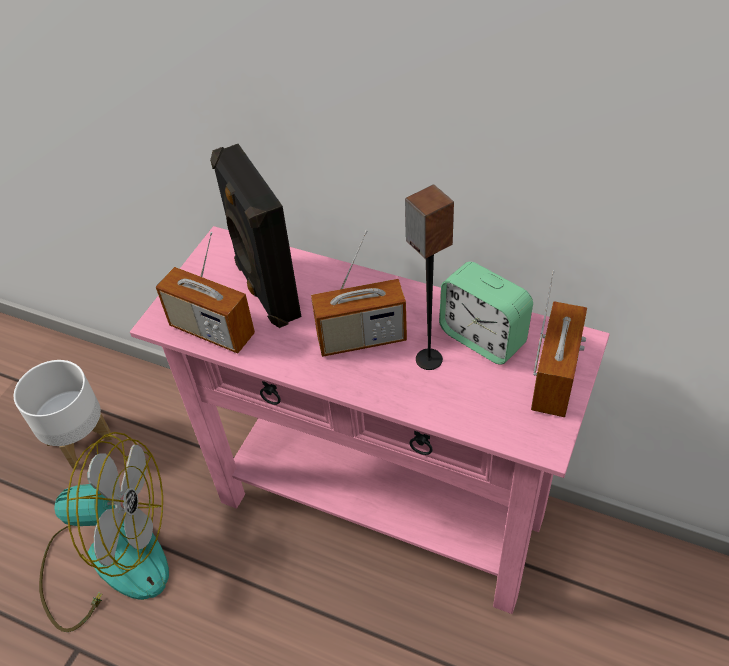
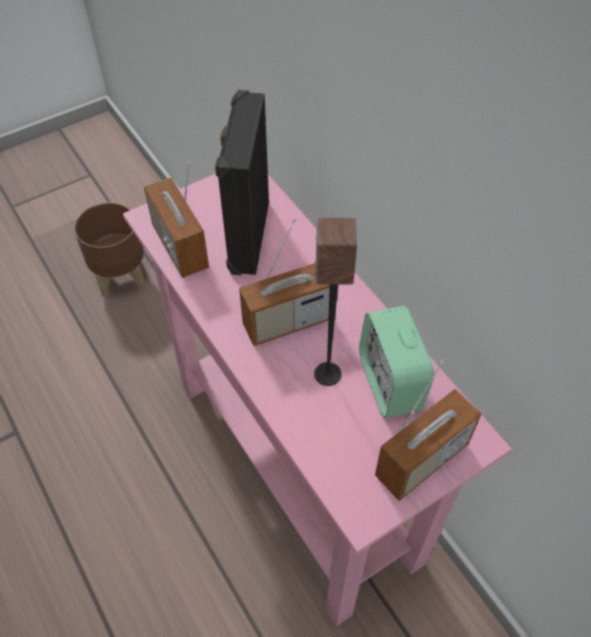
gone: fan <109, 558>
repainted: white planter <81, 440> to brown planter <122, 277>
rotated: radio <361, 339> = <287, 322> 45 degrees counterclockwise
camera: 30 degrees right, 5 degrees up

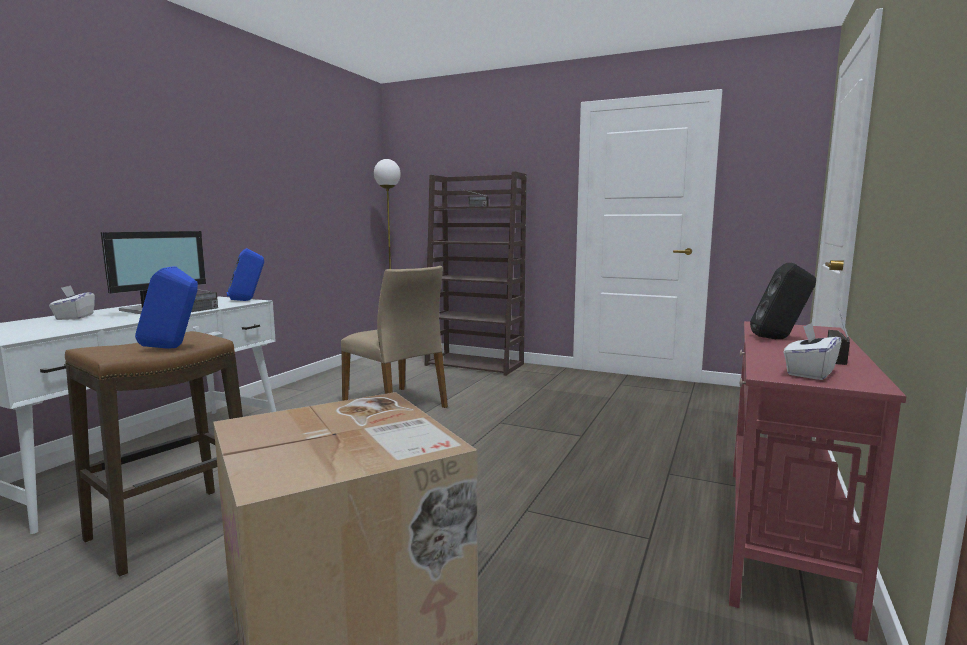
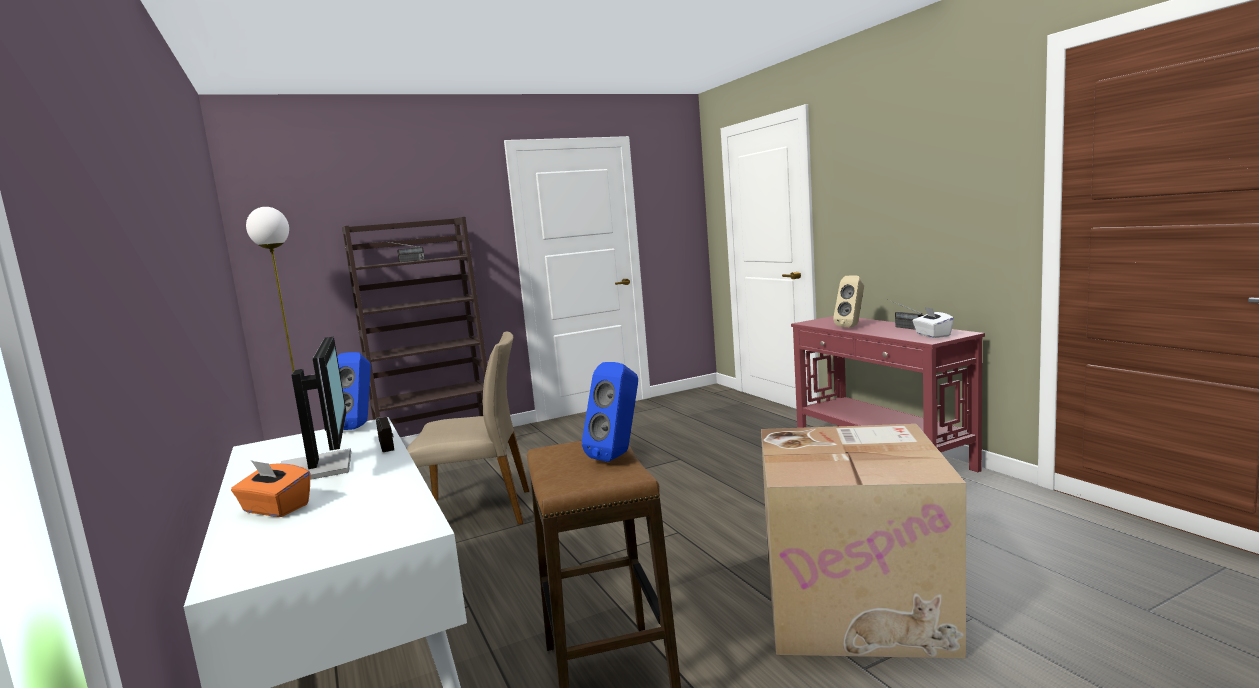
repainted: white tissue box <74, 317> to orange tissue box <275, 509>; black speaker <779, 339> to beige speaker <852, 326>
camera: 50 degrees left, 0 degrees up

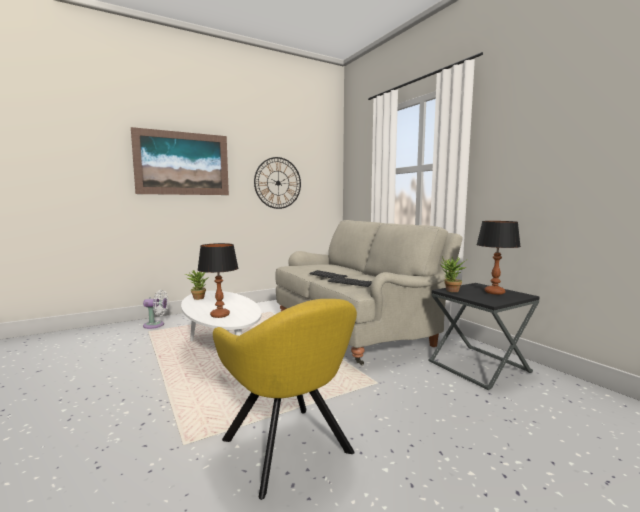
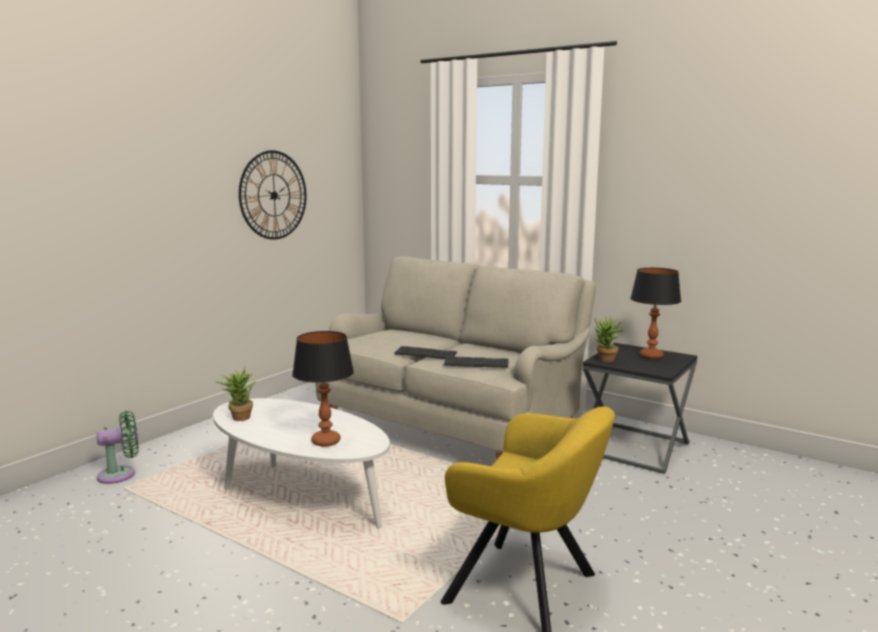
gone: picture <183, 163>
repainted: white fan <156, 325> to green fan <121, 474>
camera: 25 degrees left, 5 degrees up

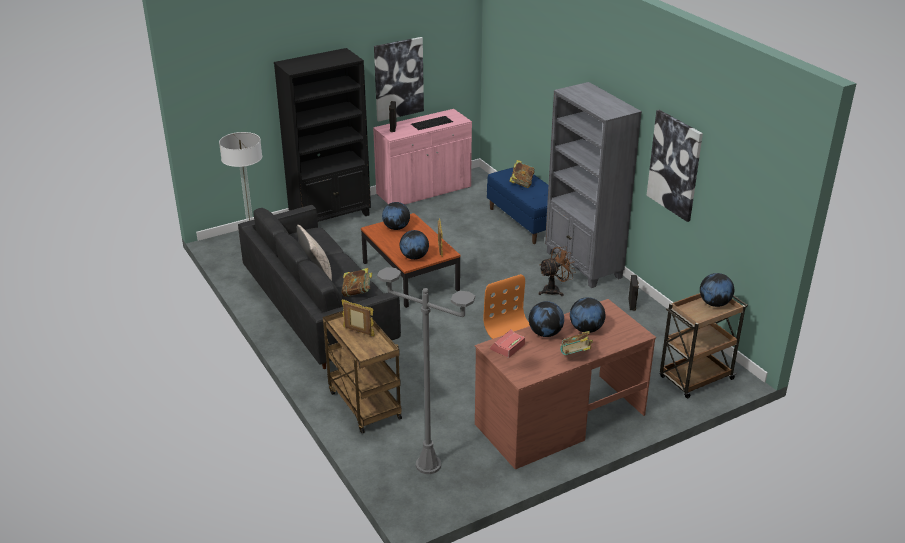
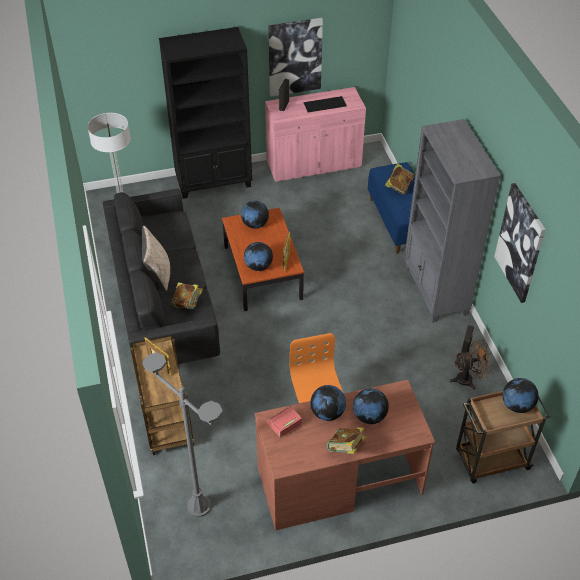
shifted: brown fan <555, 290> to <468, 379>
camera: 15 degrees right, 15 degrees up

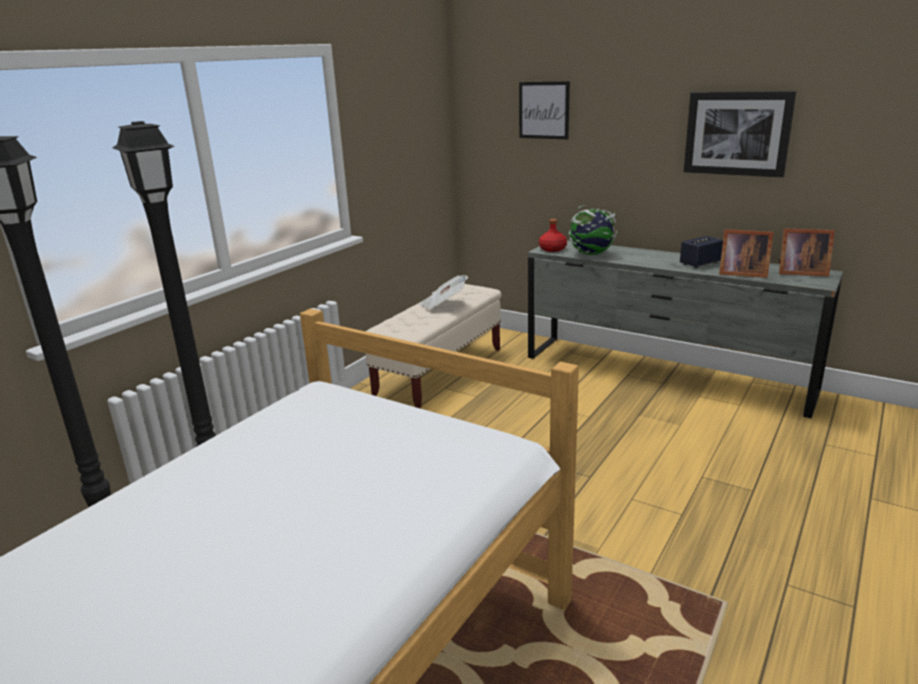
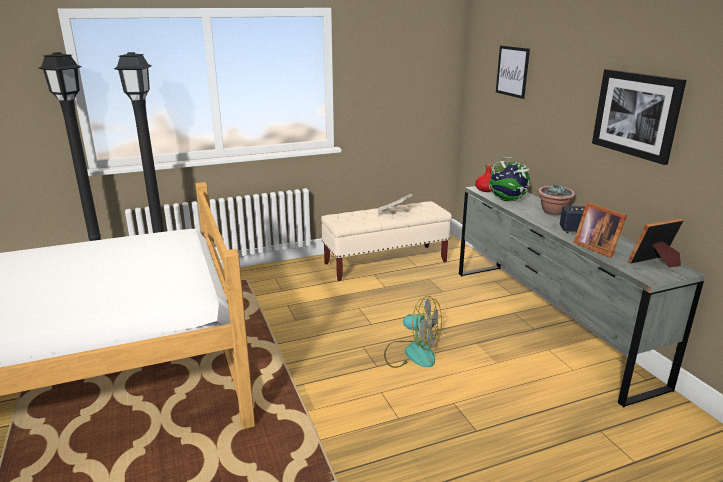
new: fan <412, 353>; potted plant <553, 212>
rotated: picture frame <800, 272> = <655, 263> 105 degrees clockwise
camera: 35 degrees right, 0 degrees up

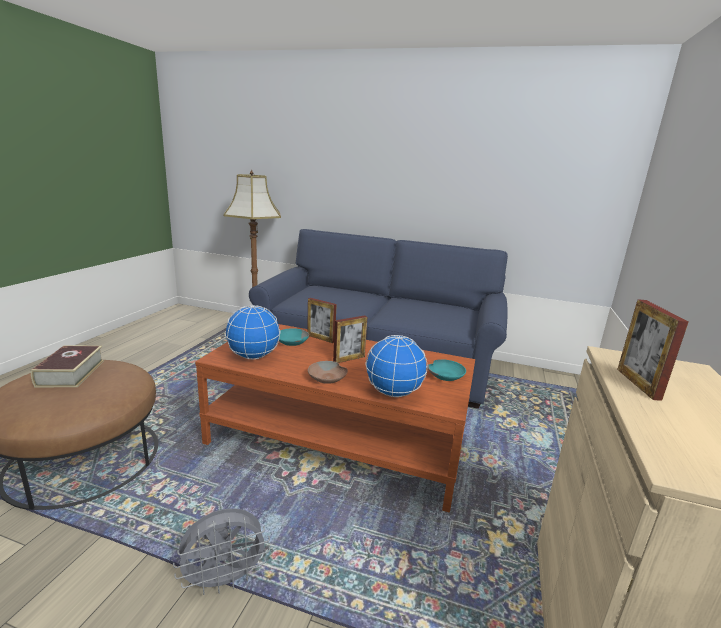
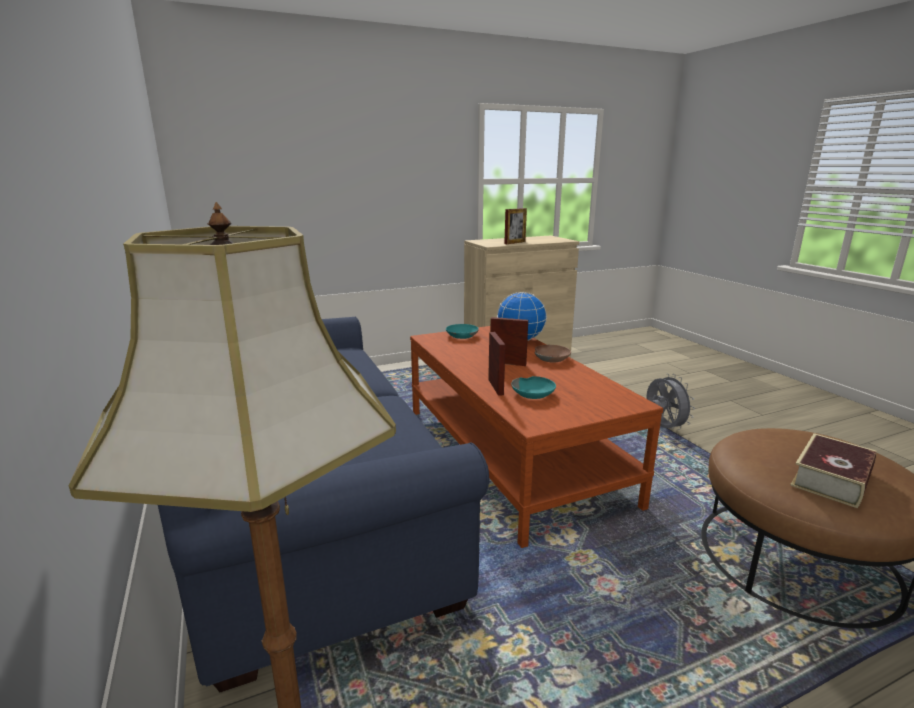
gone: globe <254, 356>
rotated: grey fan <225, 580> = <663, 427> 45 degrees clockwise
camera: 130 degrees left, 0 degrees up

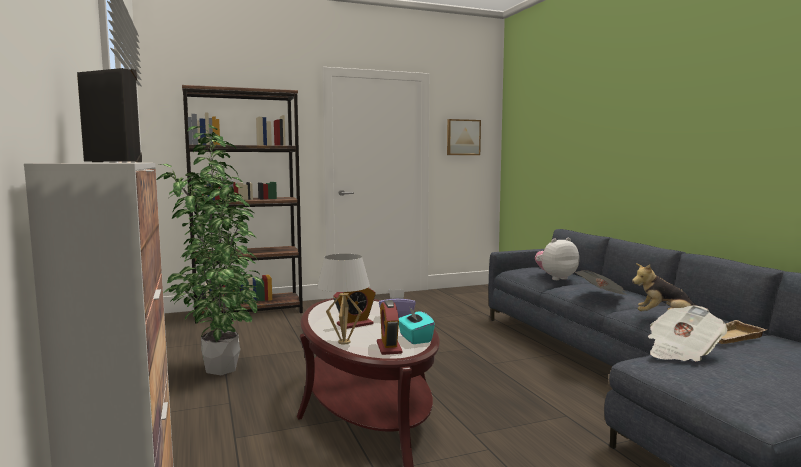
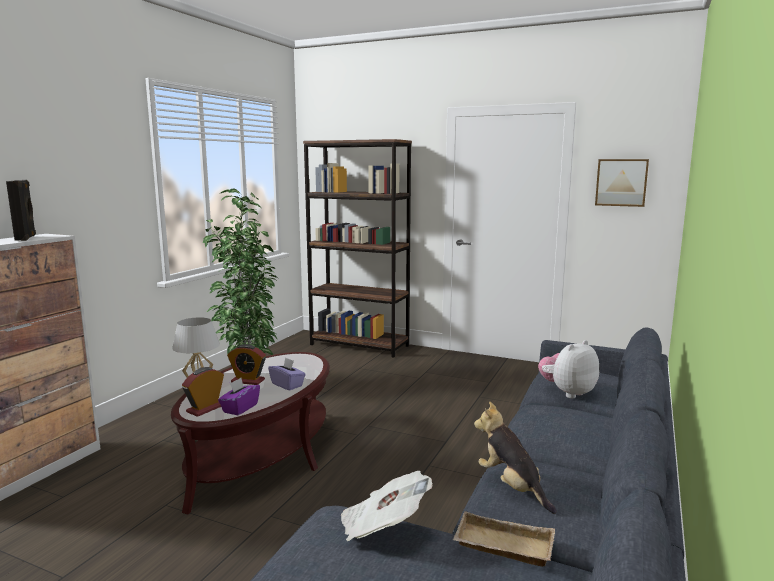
gone: newspaper <602, 296>
repainted: turquoise tissue box <415, 338> to purple tissue box <240, 408>
rotated: plush toy <555, 278> = <567, 392> 60 degrees counterclockwise
camera: 45 degrees right, 5 degrees up

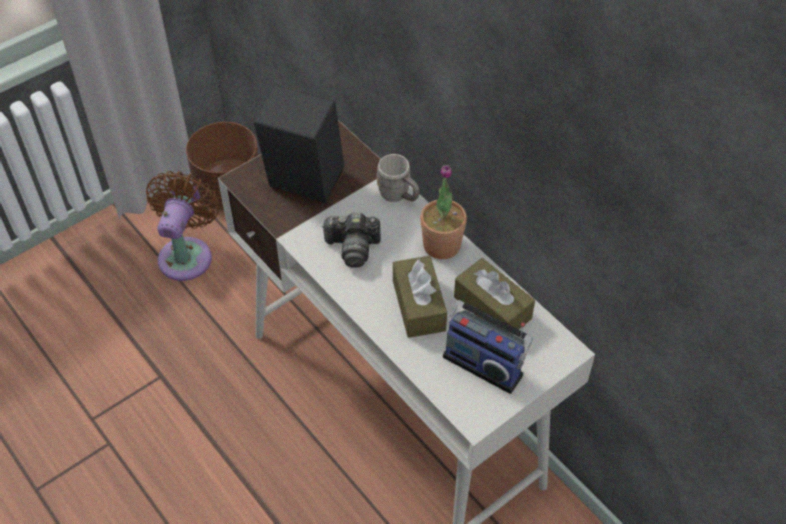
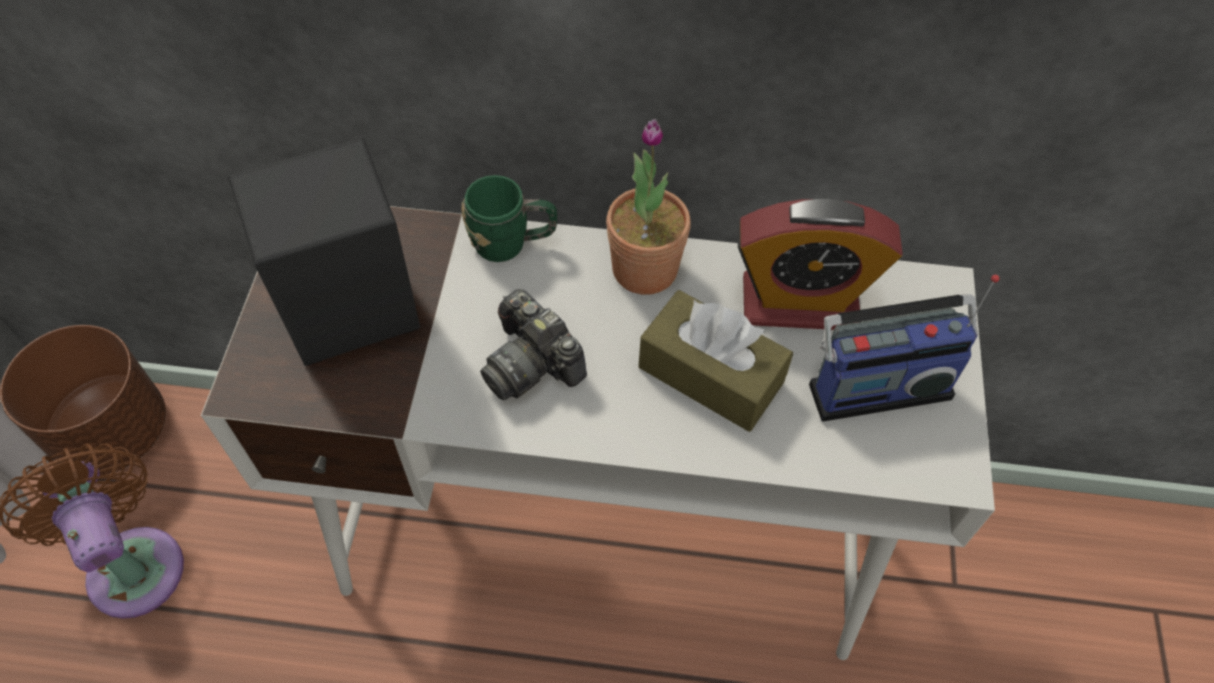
swapped: brown tissue box <492, 307> to alarm clock <800, 303>
repainted: grey mug <398, 196> to green mug <512, 243>
rotated: photo camera <353, 247> = <531, 363> 90 degrees clockwise
camera: 45 degrees left, 5 degrees up

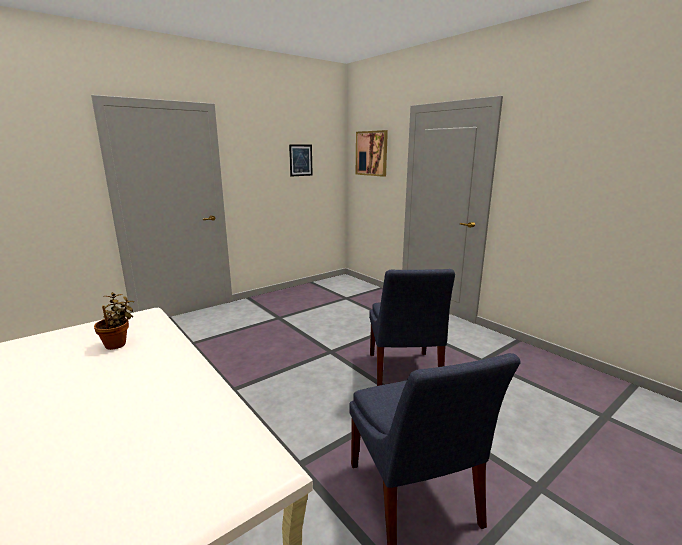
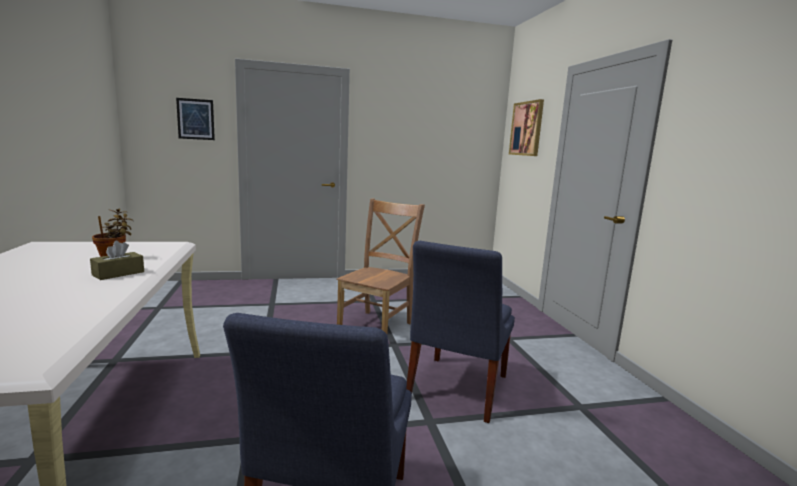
new: brown tissue box <118, 273>; brown chair <377, 325>
shifted: picture <300, 160> to <195, 119>
camera: 25 degrees right, 5 degrees down

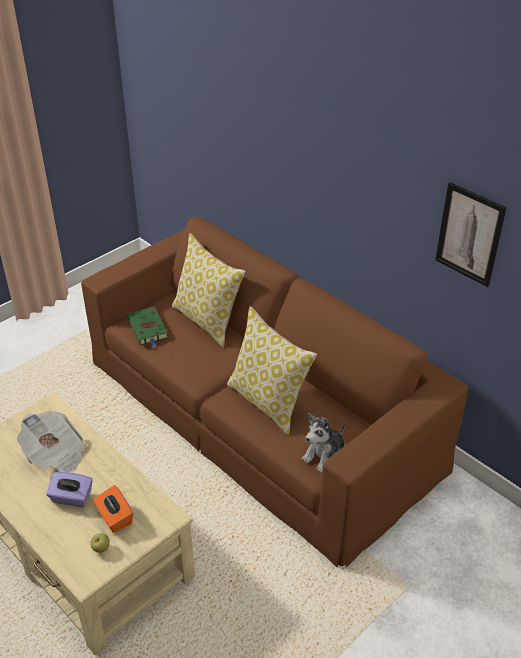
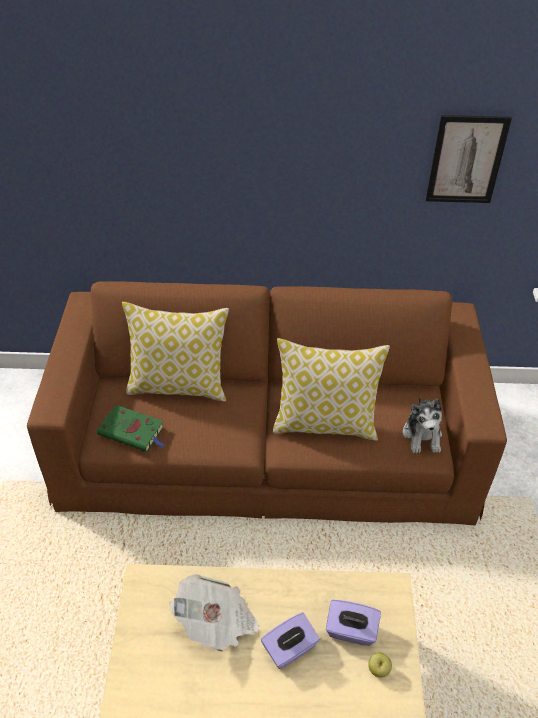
repainted: orange tissue box <115, 517> to purple tissue box <351, 631>
camera: 45 degrees left, 5 degrees up

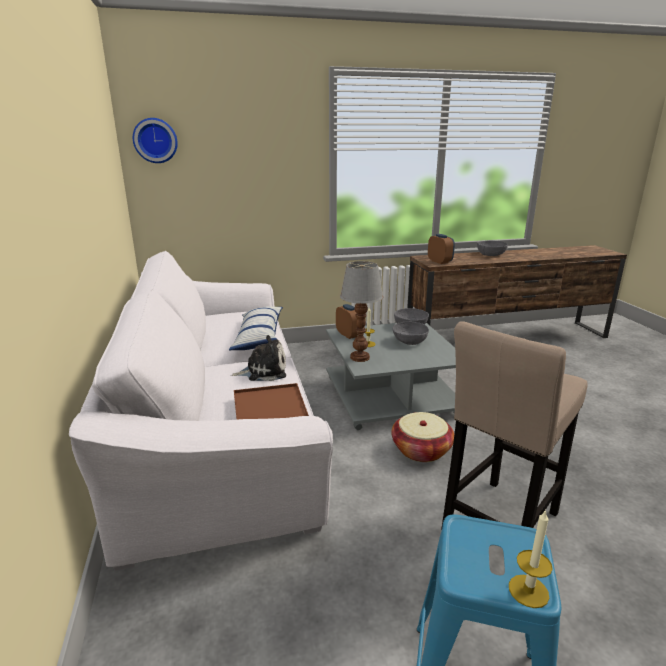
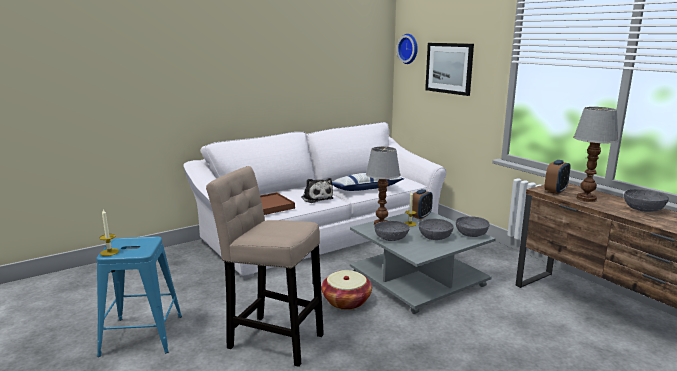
new: grey bowl <391, 238>; picture <449, 68>; table lamp <585, 198>
camera: 70 degrees right, 5 degrees down

